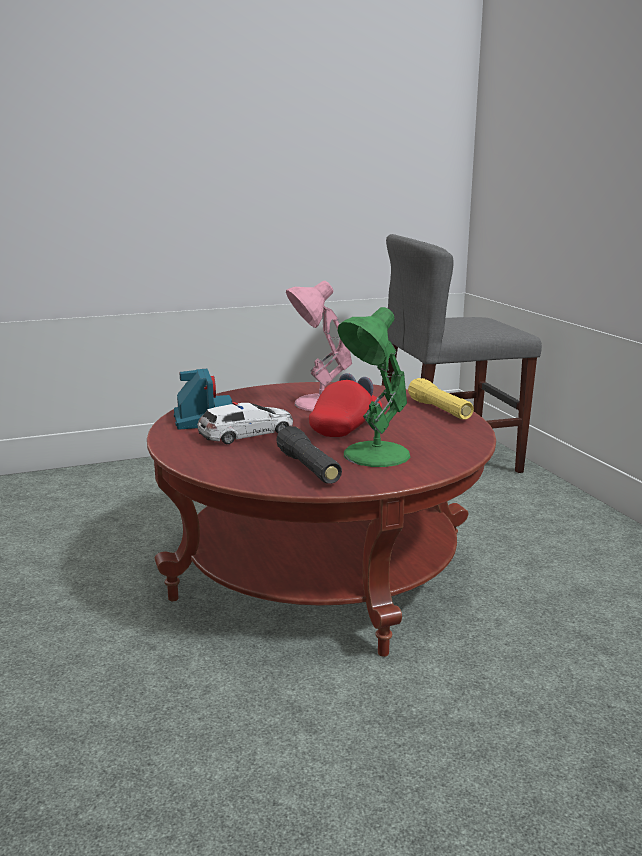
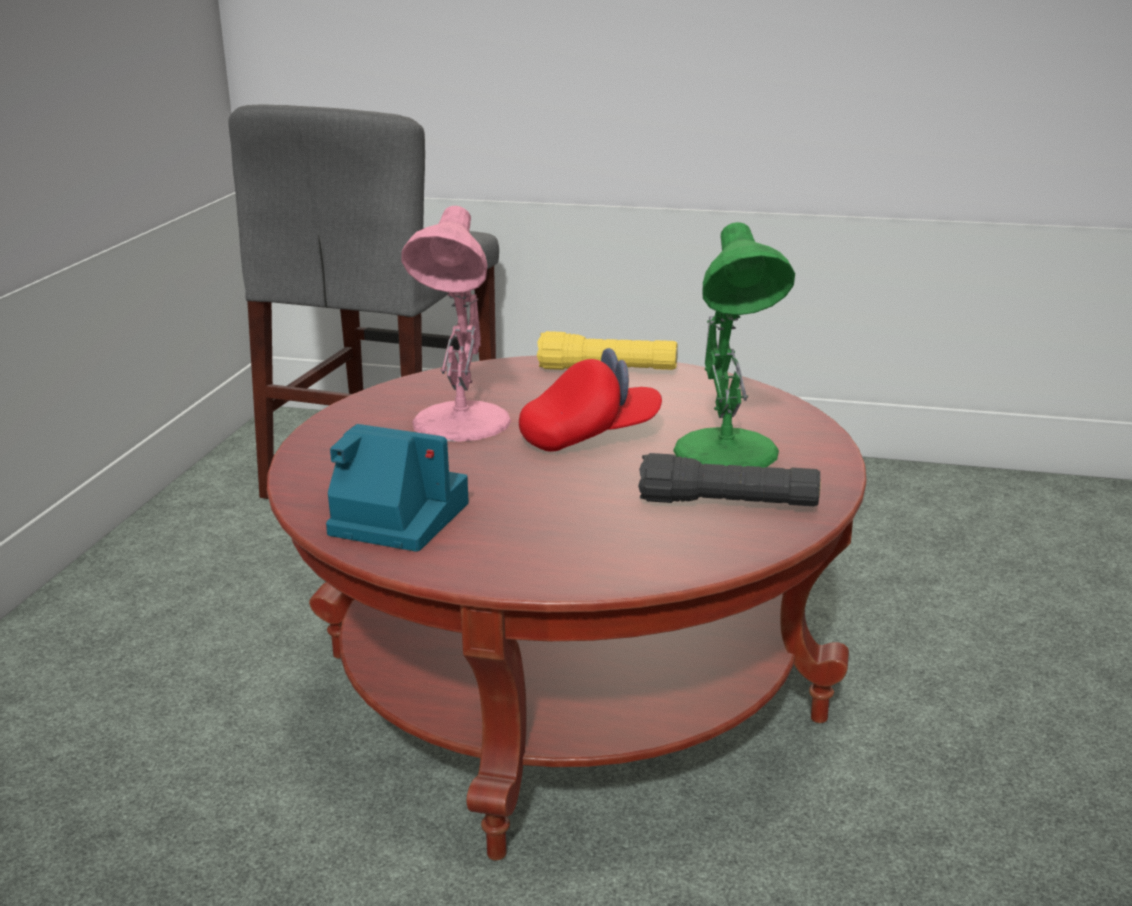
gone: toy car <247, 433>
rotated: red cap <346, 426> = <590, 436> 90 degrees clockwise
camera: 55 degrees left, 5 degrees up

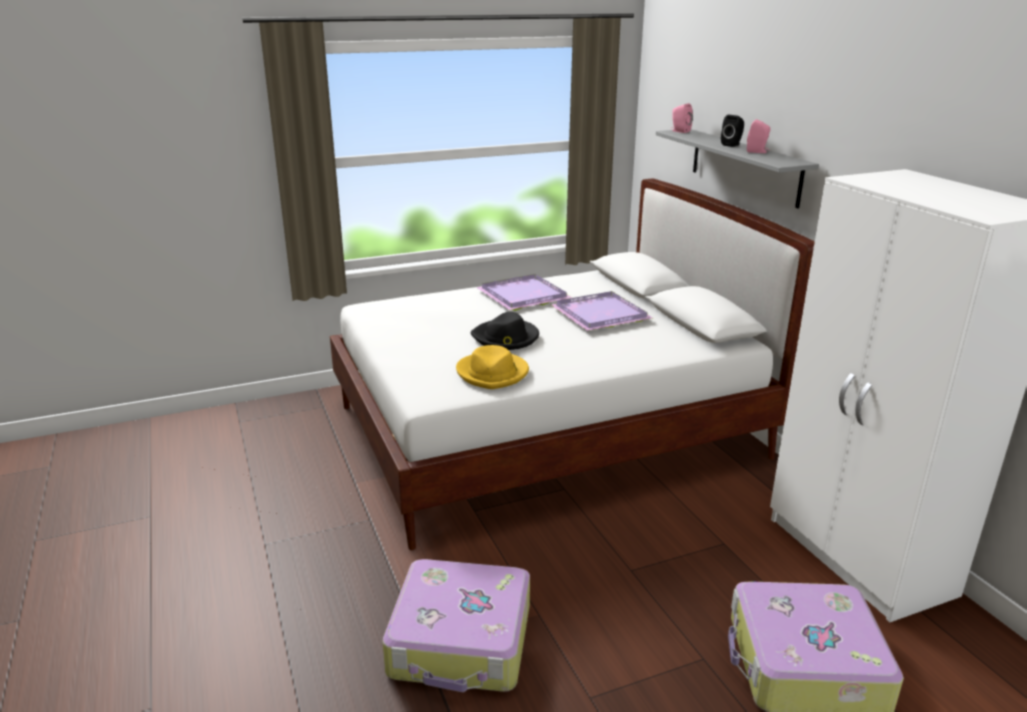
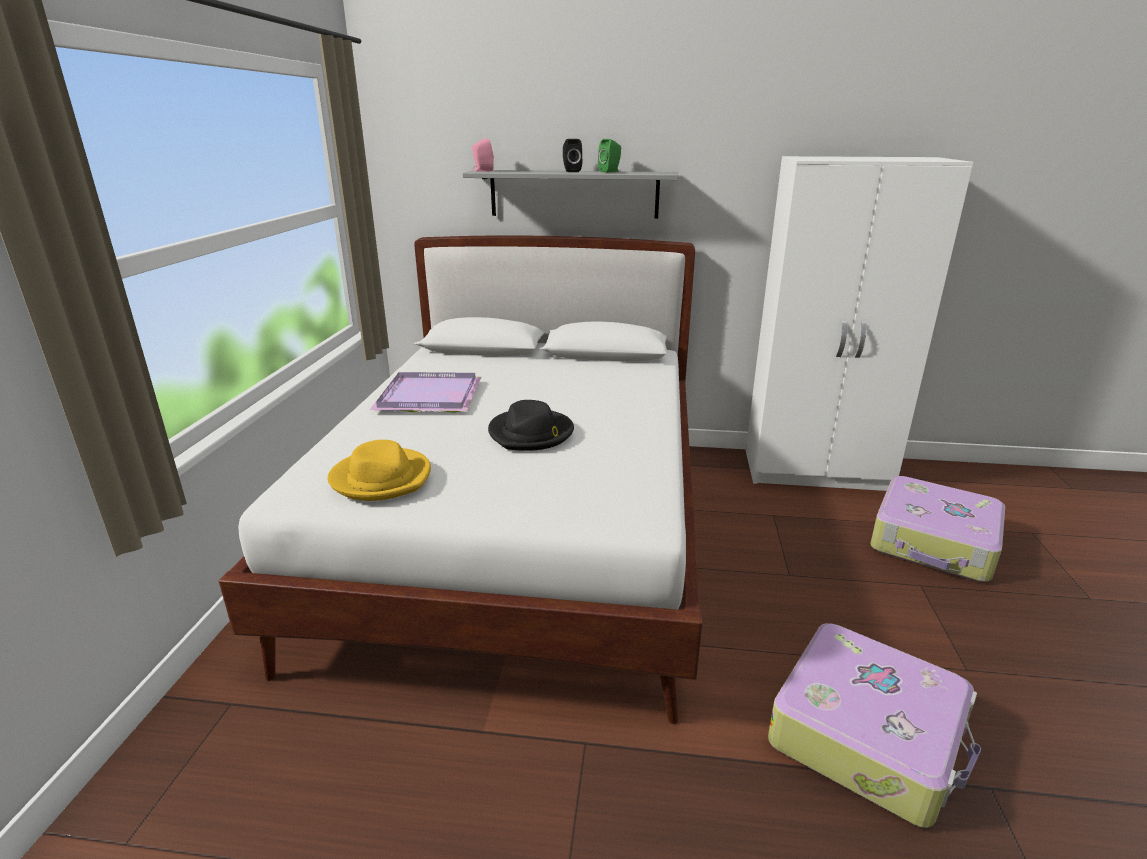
gone: purple tray <598, 314>
shifted: yellow hat <493, 373> to <382, 478>
repainted: pink speaker <757, 152> to green speaker <610, 171>
camera: 60 degrees left, 0 degrees up

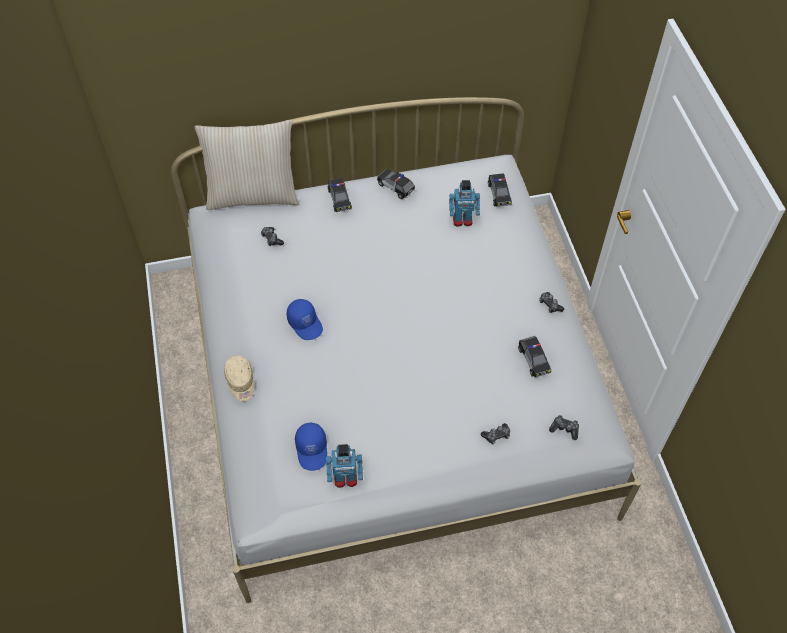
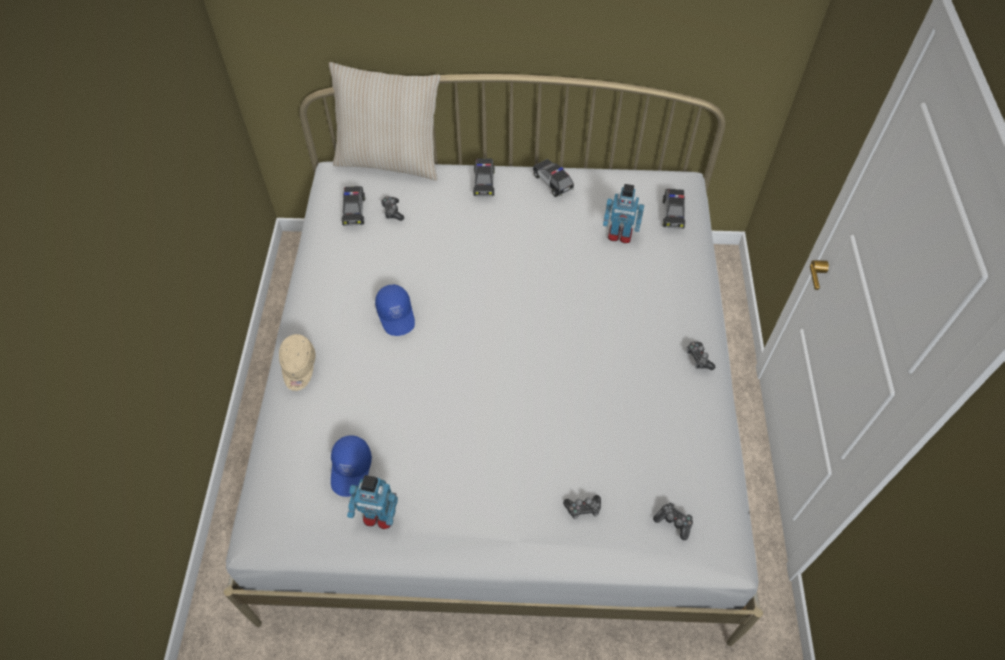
shifted: toy car <533, 360> to <354, 211>
camera: 15 degrees right, 0 degrees up

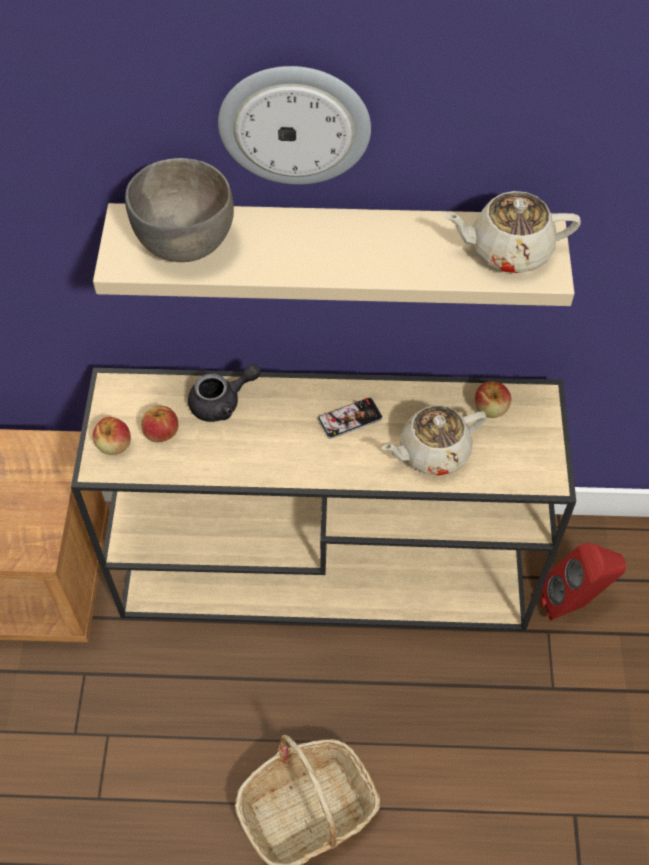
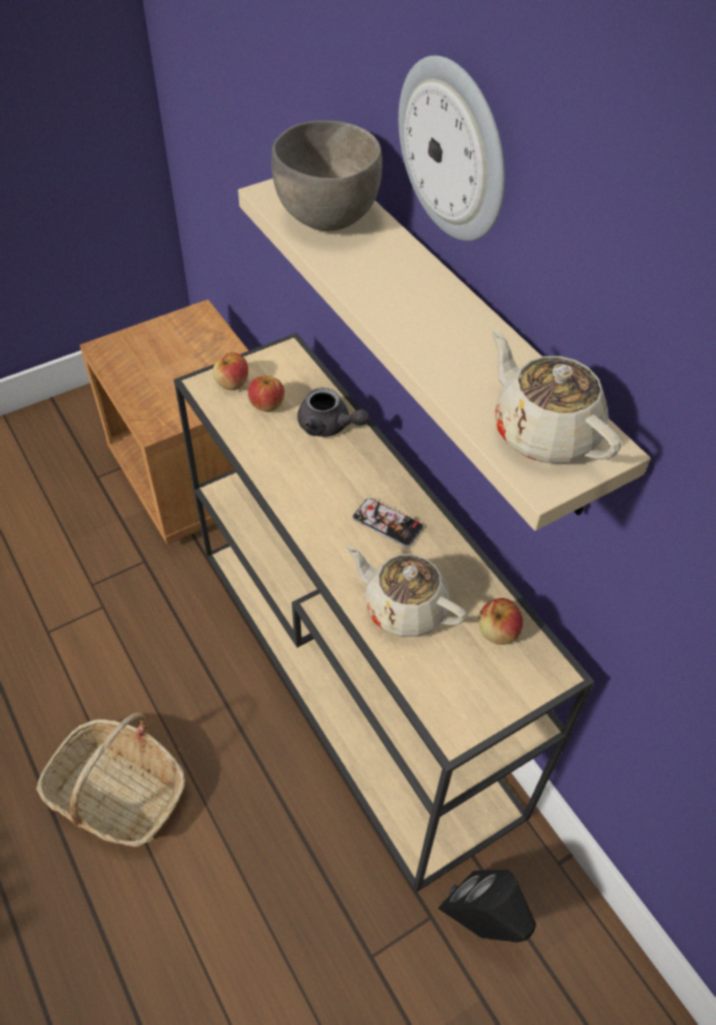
repainted: red speaker <573, 602> to black speaker <481, 926>
camera: 55 degrees right, 5 degrees down

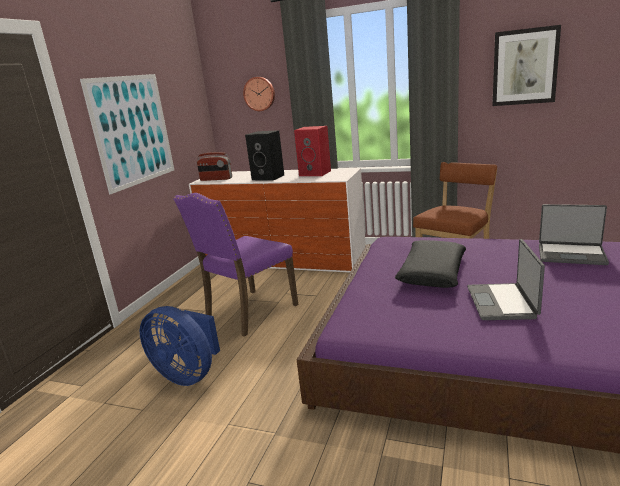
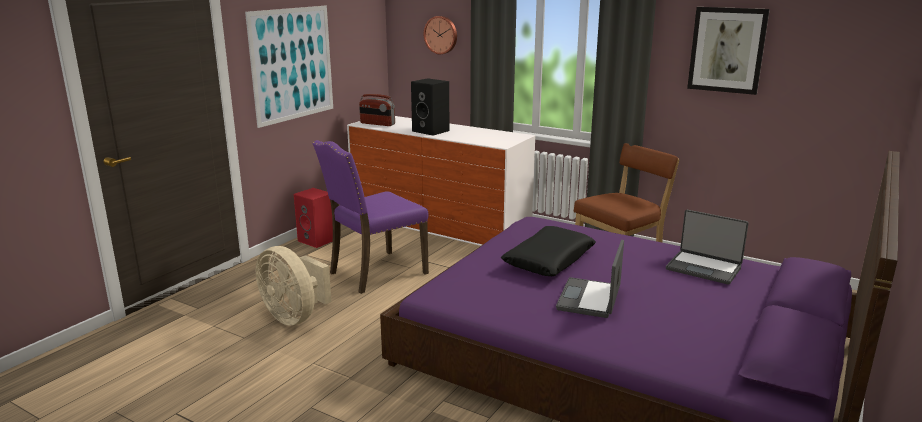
shifted: red speaker <316, 173> to <317, 240>
repainted: blue fan <188, 374> to beige fan <295, 317>
camera: 10 degrees right, 0 degrees up

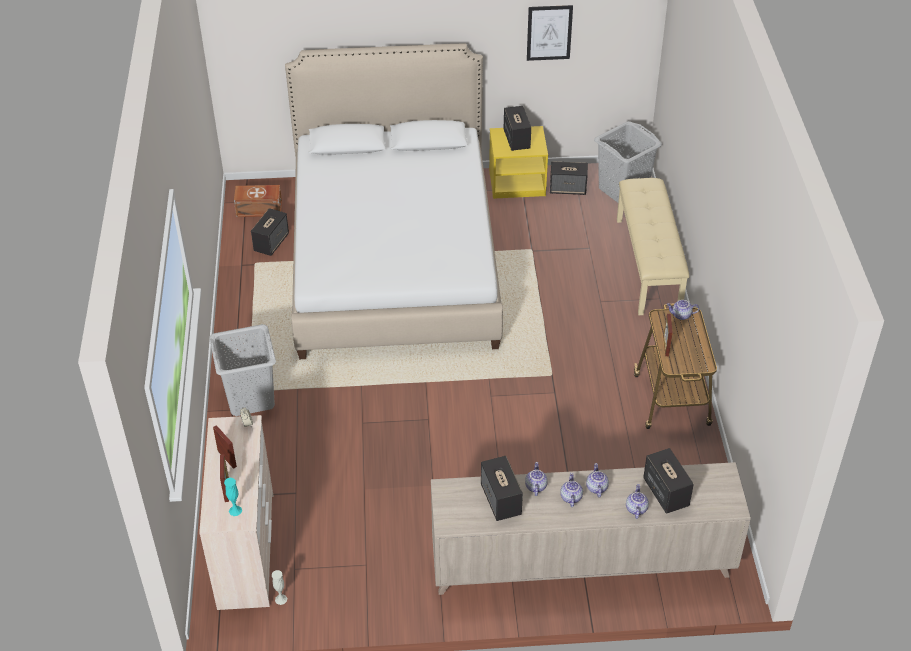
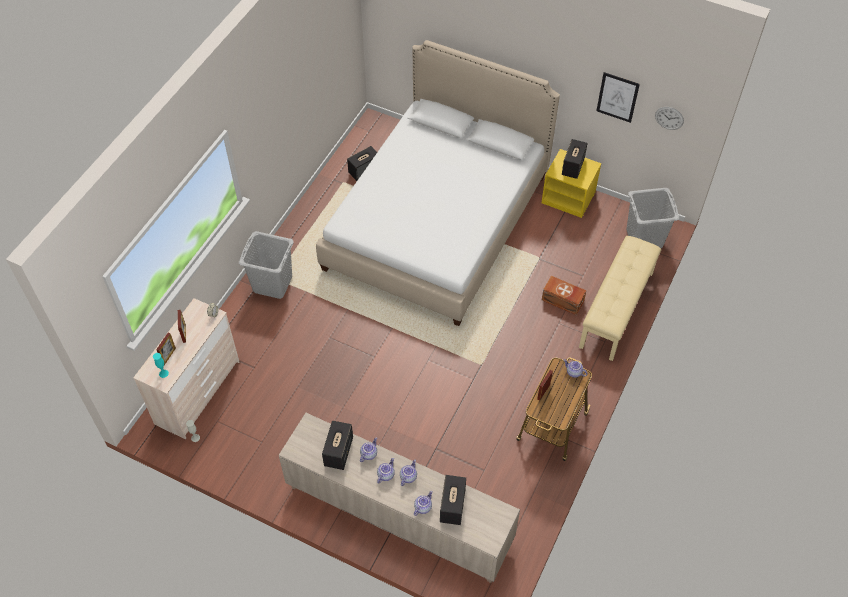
gone: speaker <568, 189>
new: wall clock <669, 118>
shifted: brown storage box <260, 209> to <563, 301>
camera: 30 degrees right, 10 degrees up

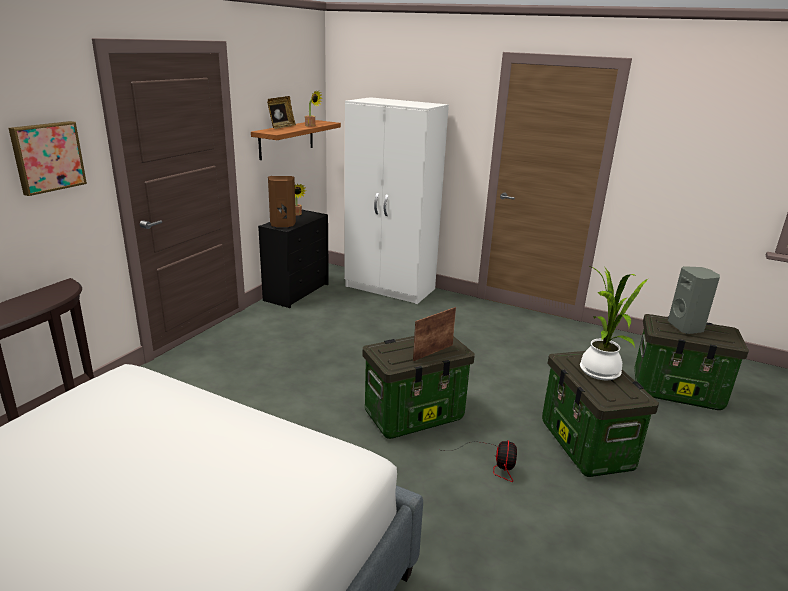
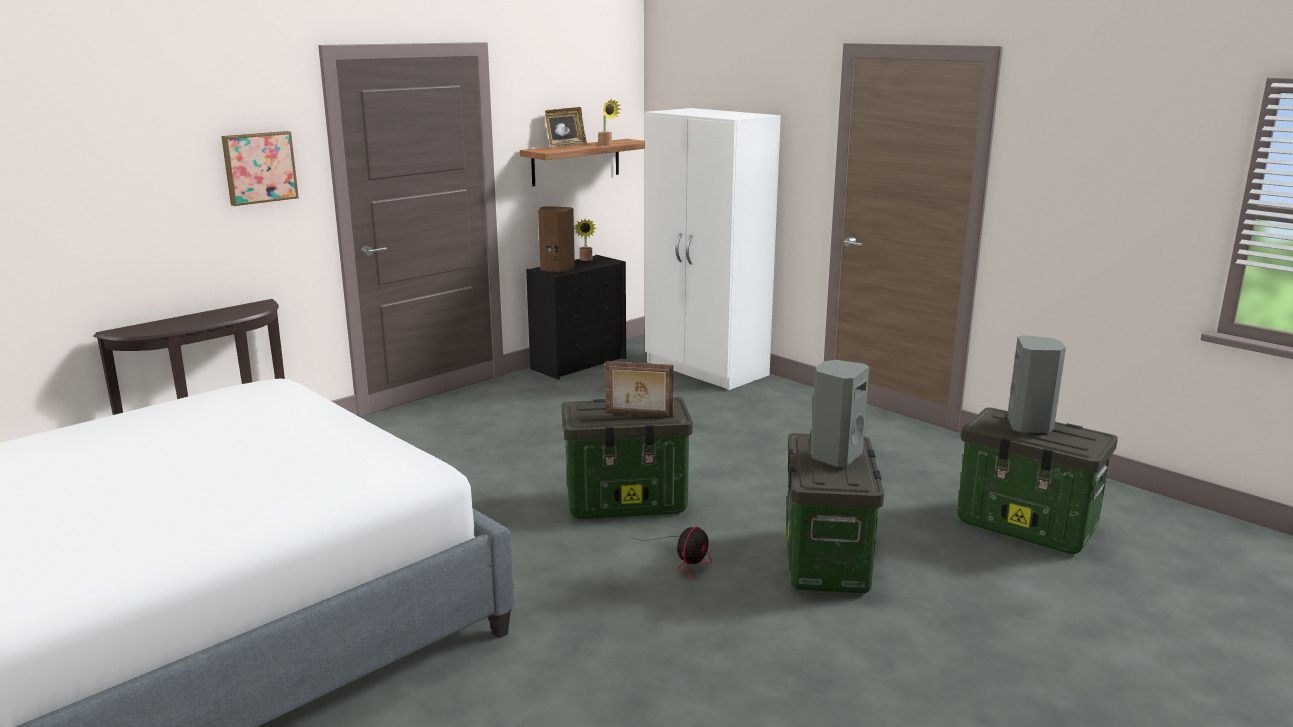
swapped: potted plant <599, 373> to grey speaker <834, 456>
rotated: picture frame <432, 352> = <639, 415> 150 degrees counterclockwise
camera: 20 degrees right, 5 degrees down

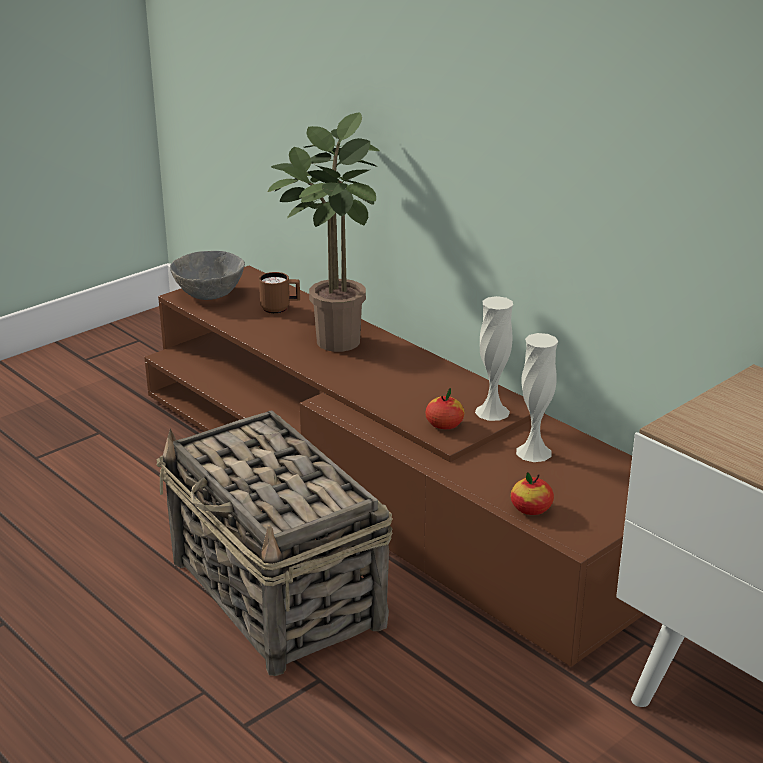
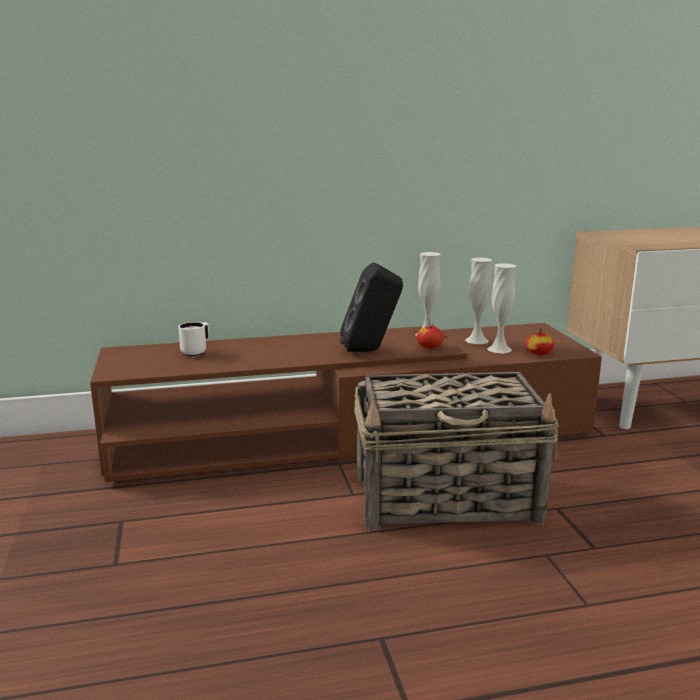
gone: grey bowl <209, 294>; potted plant <333, 338>
new: black speaker <371, 351>; white vase <499, 349>
repainted: brown mug <280, 309> to white mug <196, 352>
camera: 60 degrees left, 10 degrees down

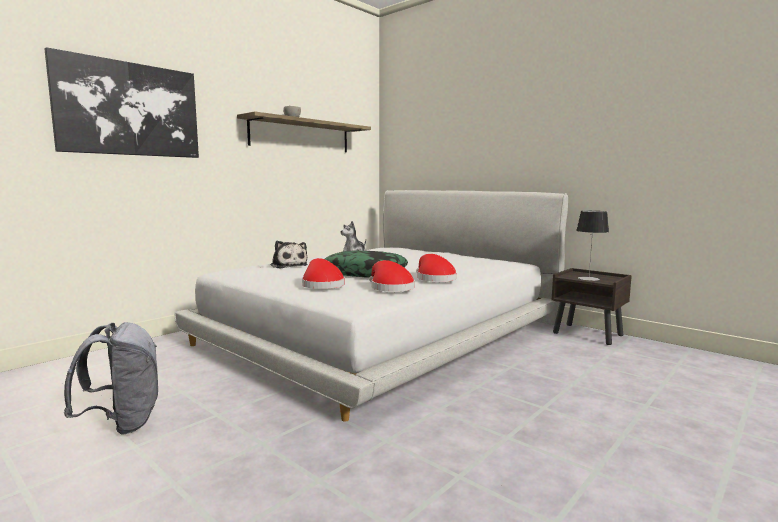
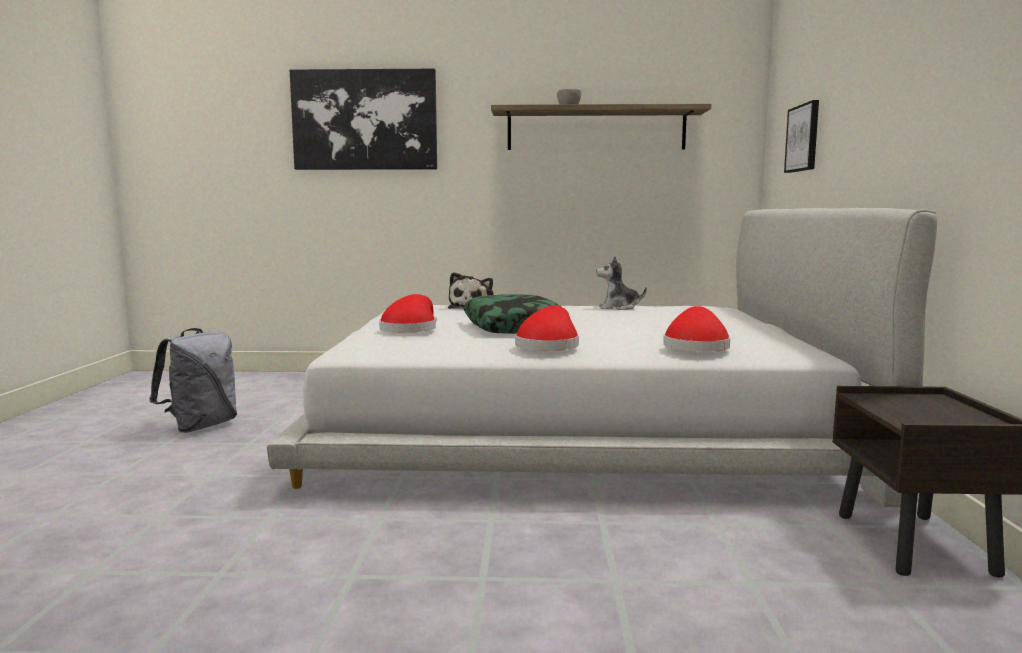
gone: table lamp <588, 278>
new: picture <803, 138>
shifted: red hat <390, 287> to <695, 347>
camera: 50 degrees right, 0 degrees up

